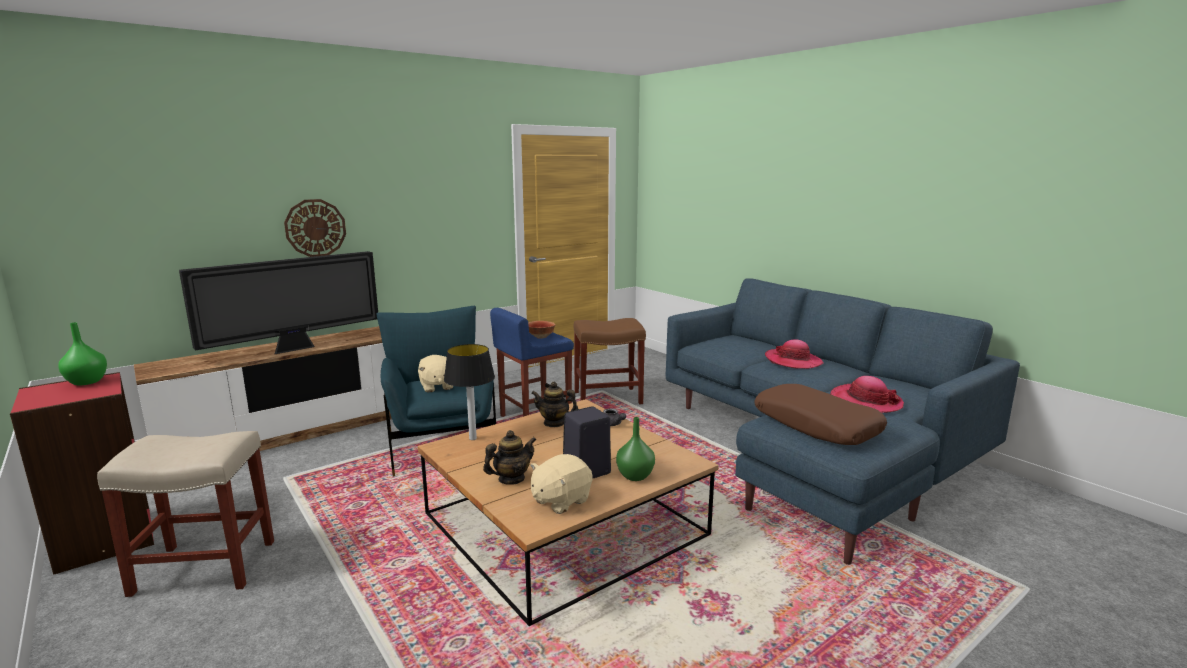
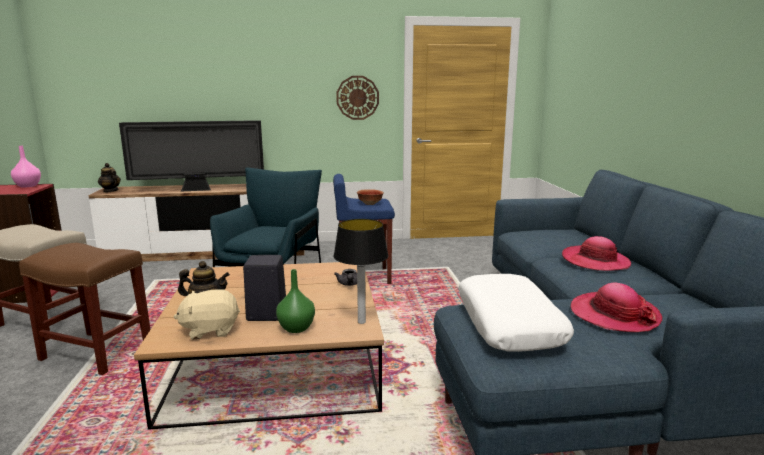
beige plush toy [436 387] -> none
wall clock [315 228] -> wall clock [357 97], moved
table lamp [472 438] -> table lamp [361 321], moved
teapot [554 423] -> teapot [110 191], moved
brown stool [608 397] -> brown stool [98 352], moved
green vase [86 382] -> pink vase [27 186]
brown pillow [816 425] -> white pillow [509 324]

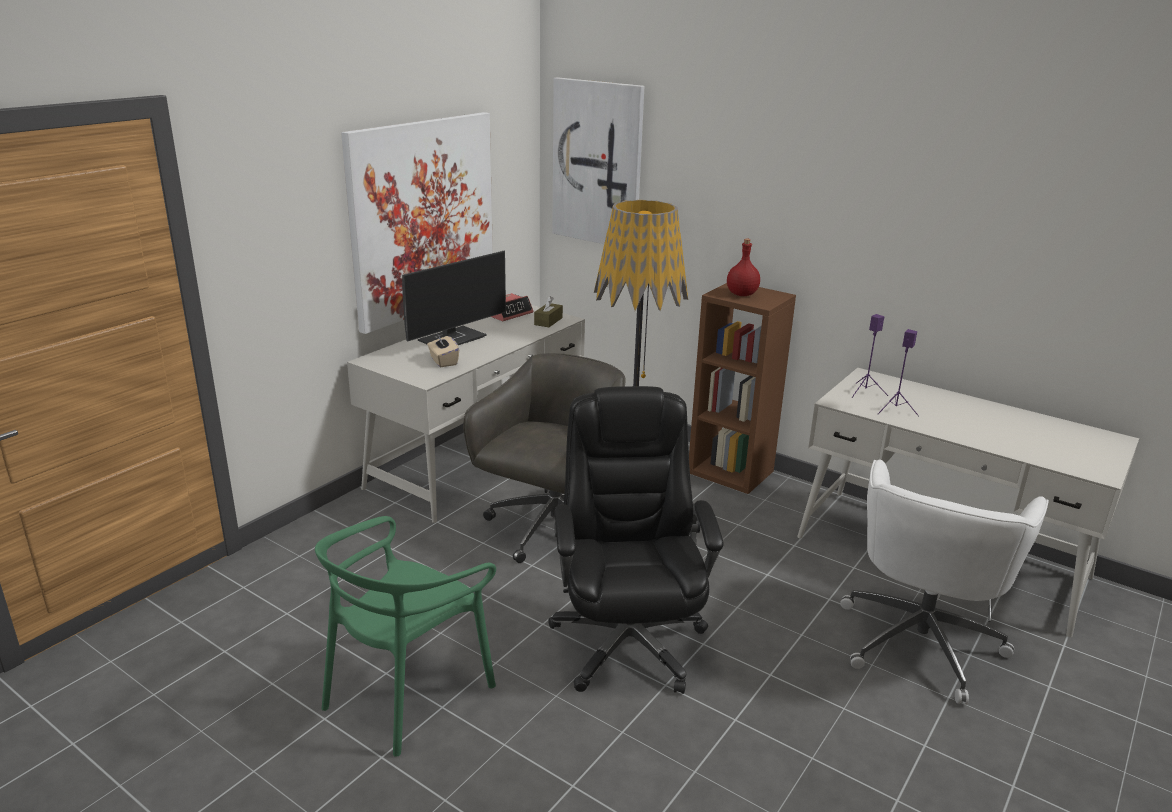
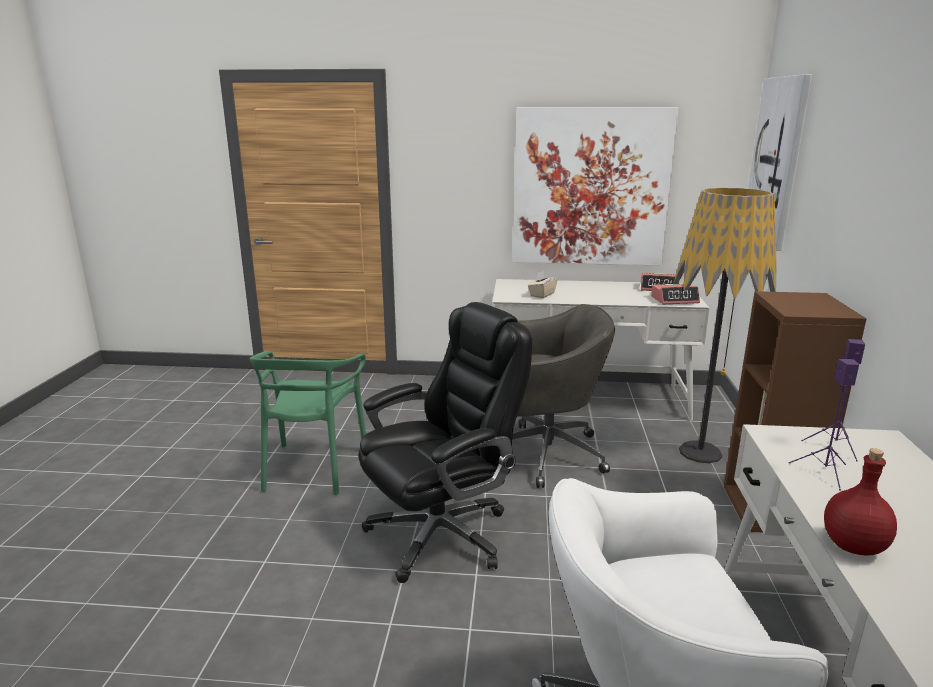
monitor [453 338] -> none
red bottle [741 294] -> red bottle [853 545], moved
brown tissue box [548 321] -> alarm clock [675 300]
green chair [407 692] -> green chair [313 468], 90 degrees counterclockwise

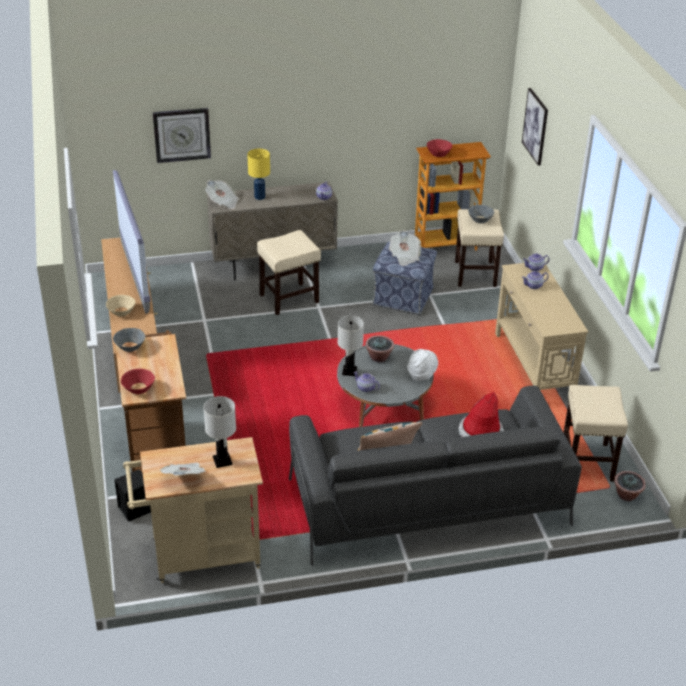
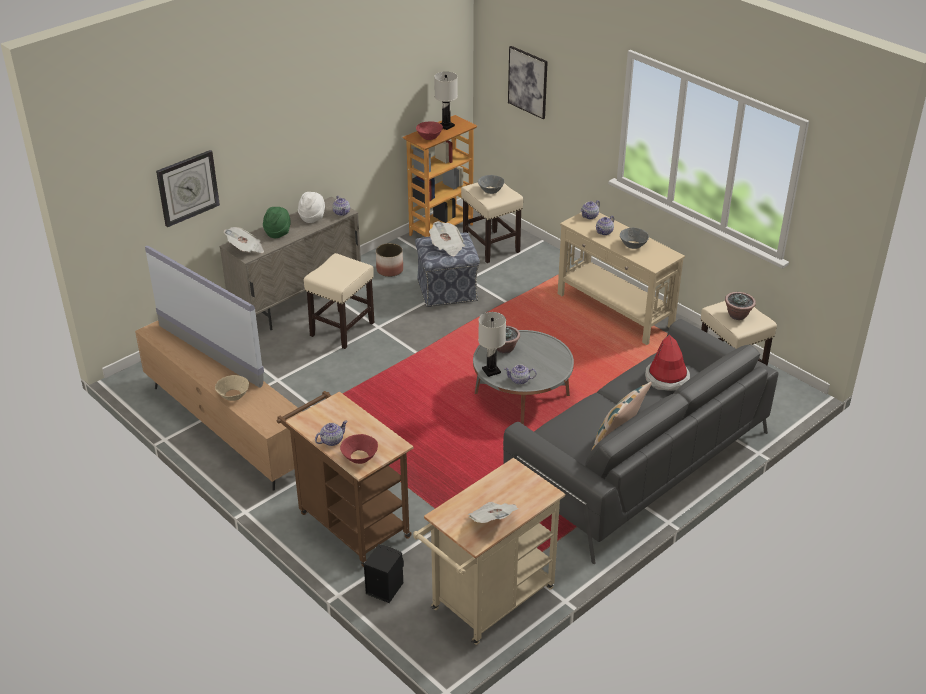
none -> teapot [331 441]
none -> planter [389 270]
grey bowl [130 347] -> grey bowl [633 245], moved
white table lamp [222 461] -> white table lamp [446 126], moved
white hat [422 374] -> white hat [312 217], moved
potted plant [627 495] -> potted plant [737 315], moved
yellow table lamp [259 197] -> green hat [277 232]

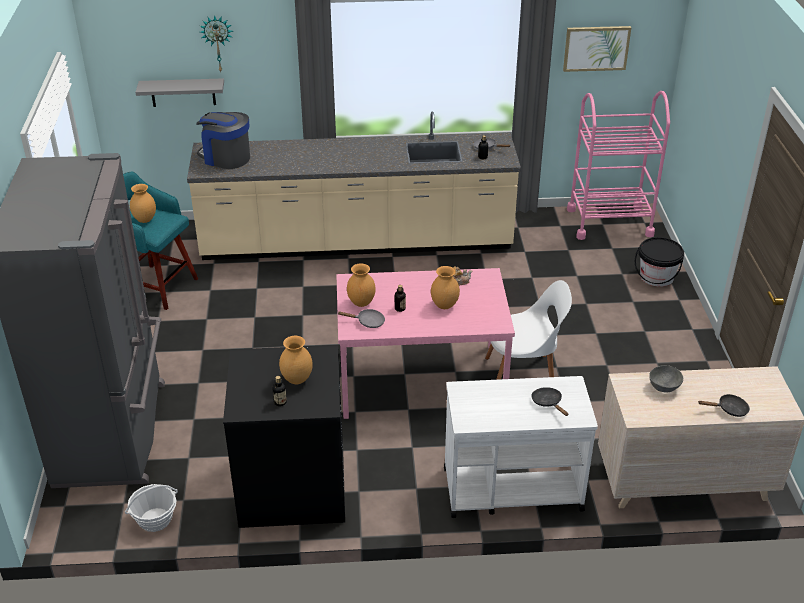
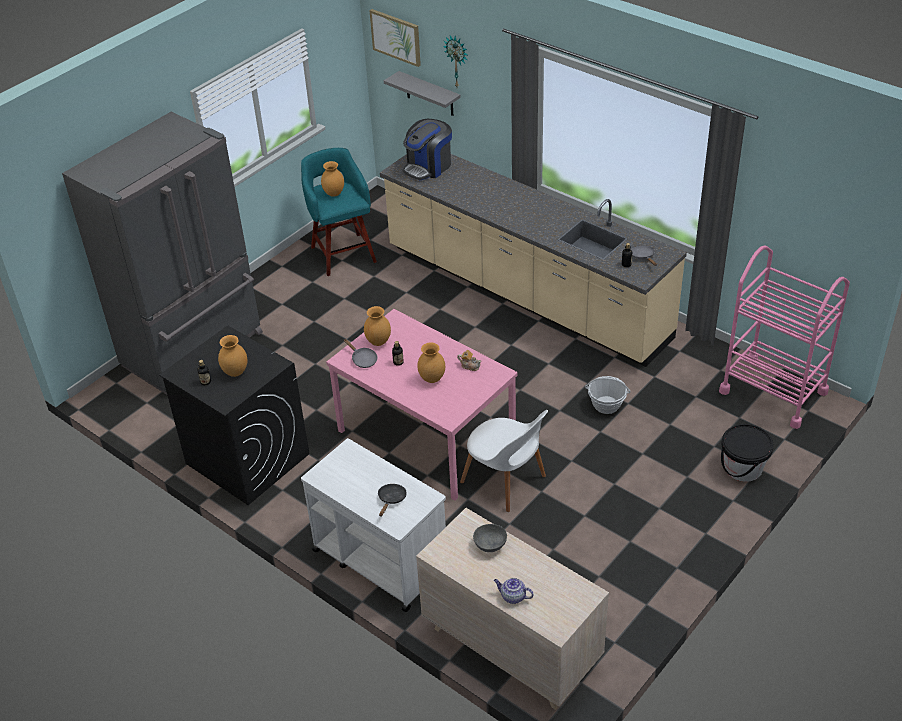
basket [155 520] -> basket [606 405], moved
picture [596 48] -> picture [396 37], moved
black frying pan [729 409] -> teapot [512 597]
coffee machine [225 157] -> coffee machine [428 167], 120 degrees counterclockwise

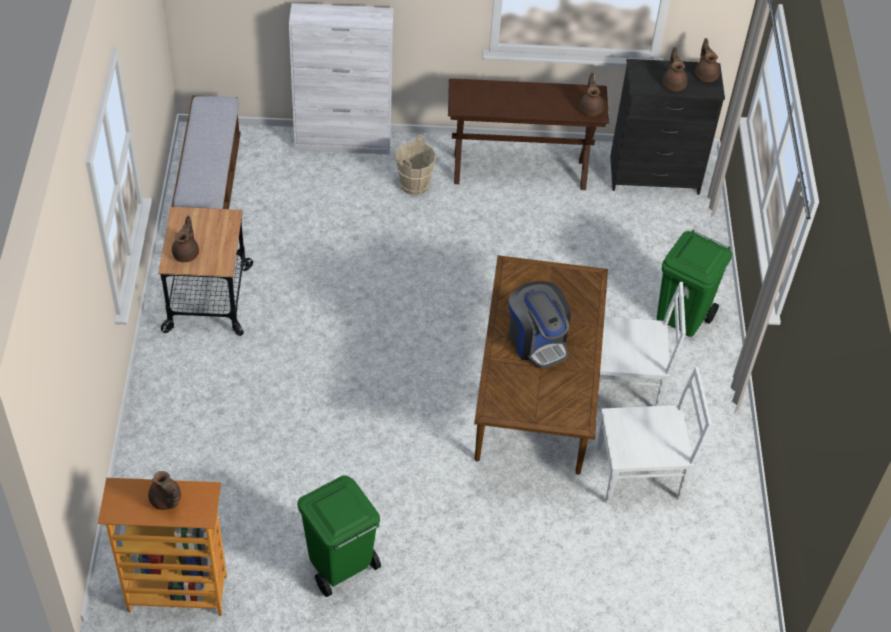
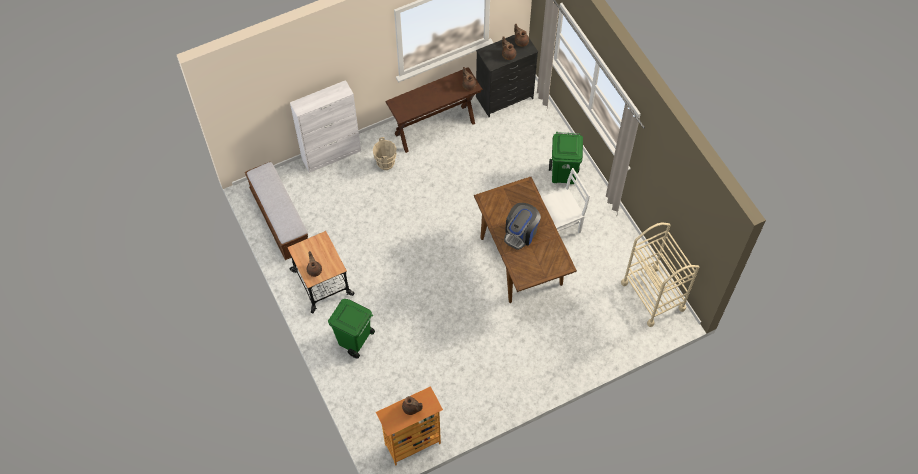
white chair [641 473] -> none
none -> beige cart [653 296]
green trash can [339 566] -> green trash can [355 341], moved
coffee machine [537 341] -> coffee machine [521 233], 90 degrees clockwise

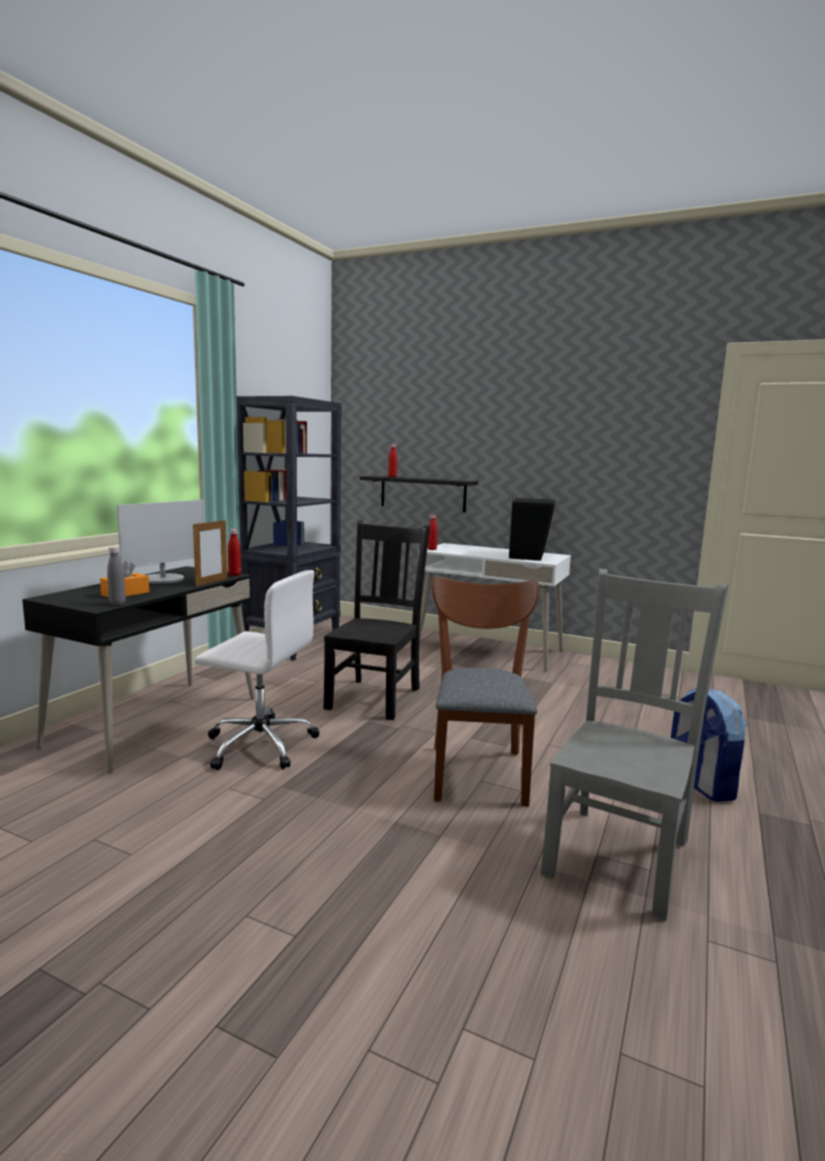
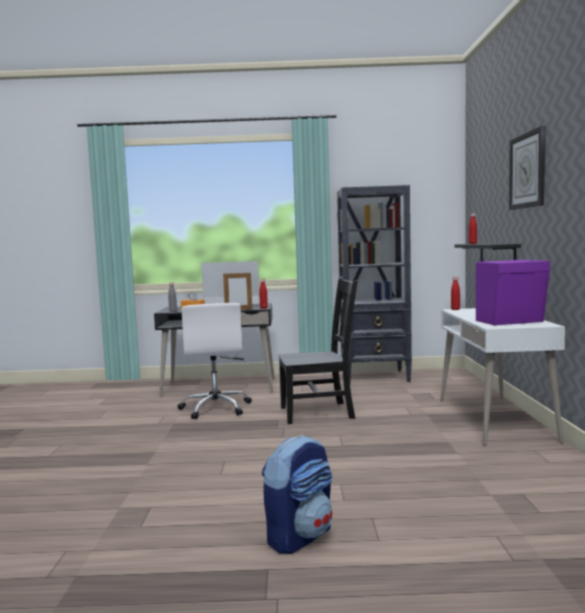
brown chair [478 769] -> none
grey chair [619 854] -> none
none -> wall clock [528 170]
black speaker [529 555] -> purple speaker [511 321]

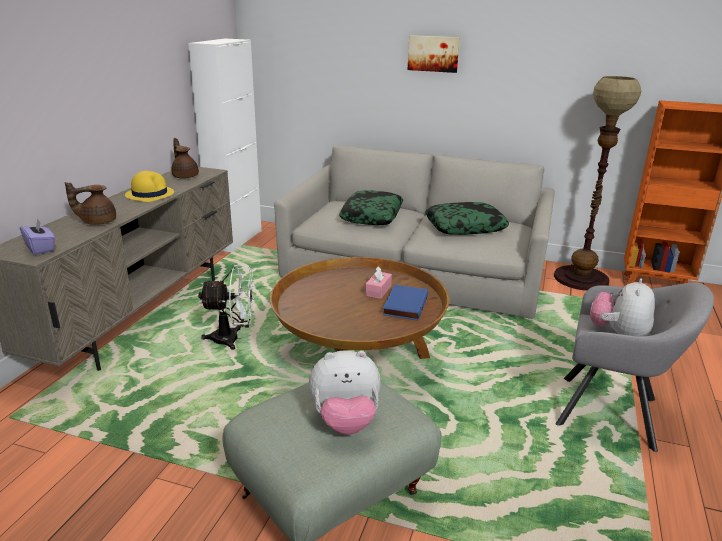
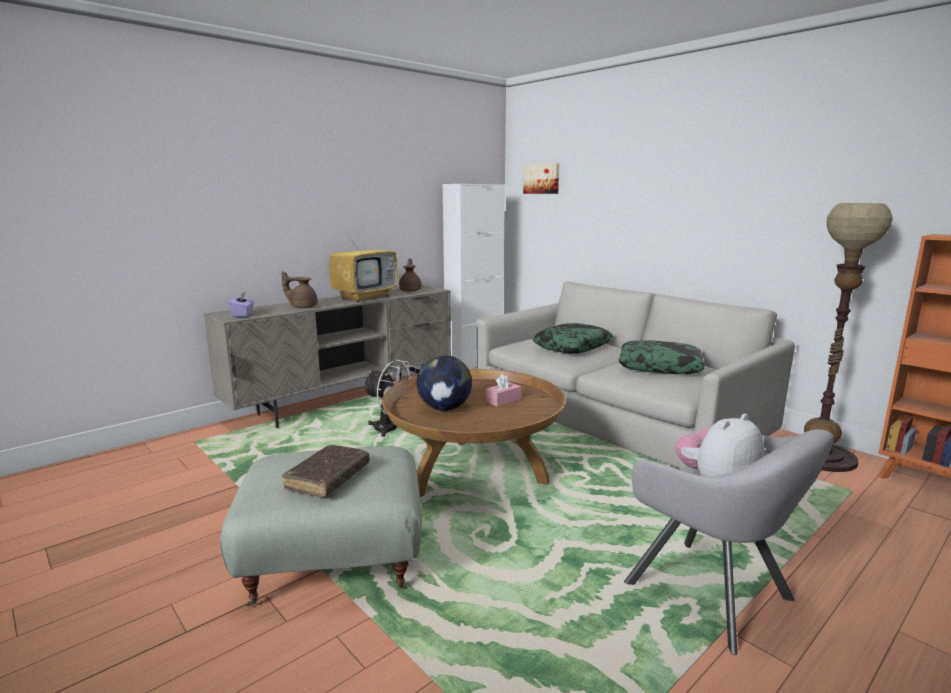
blue book [404 305] -> none
none -> globe [444 408]
picture [433 53] -> picture [542 179], moved
yellow hat [150 194] -> television [365 297]
plush toy [345 422] -> brown book [328 478]

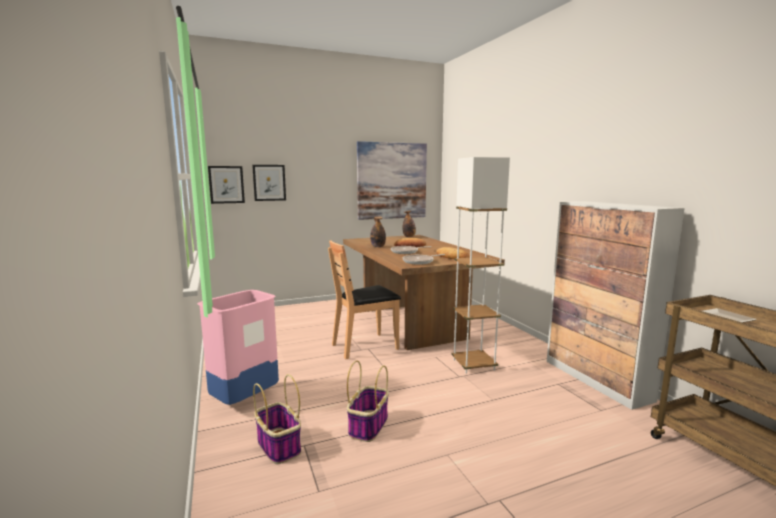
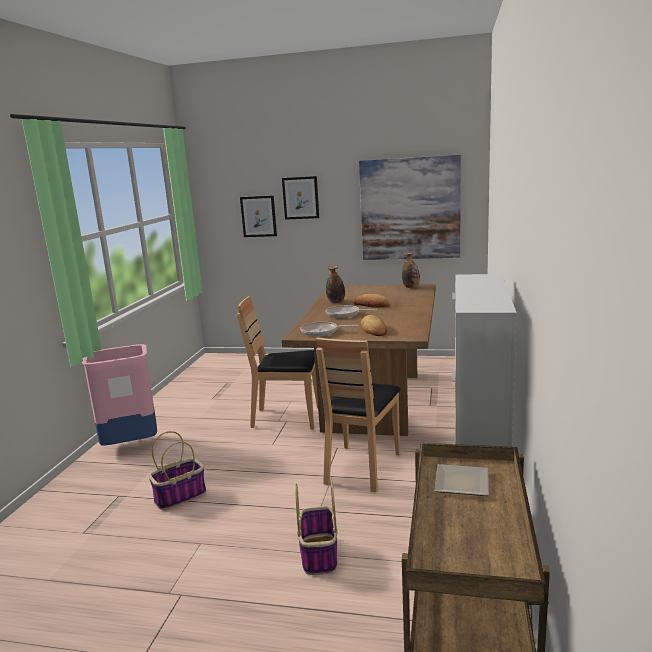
picture [226 184] -> picture [300 198], moved
basket [278 446] -> basket [319 554], moved
white floor lamp [473 365] -> brown chair [362 467]

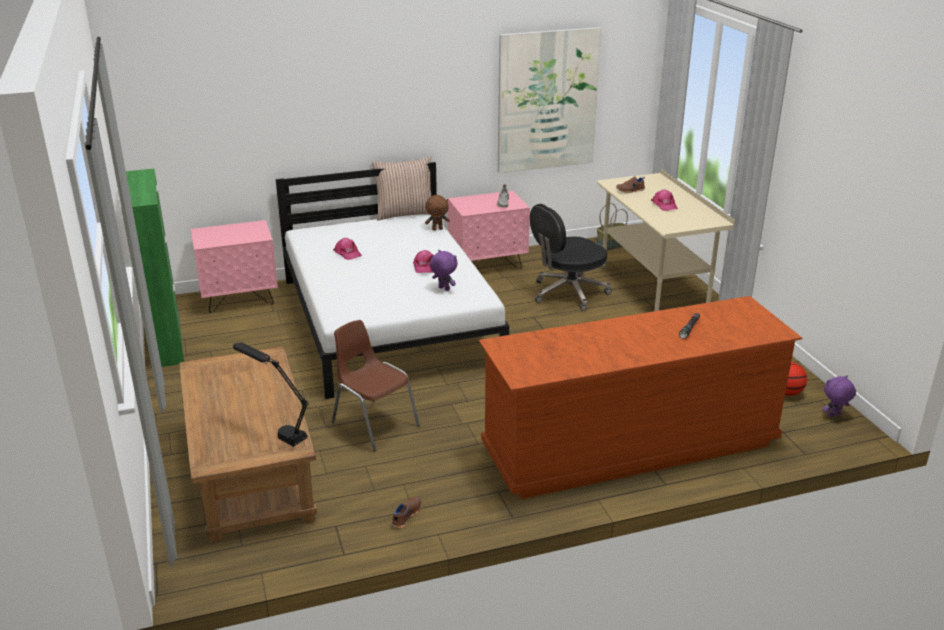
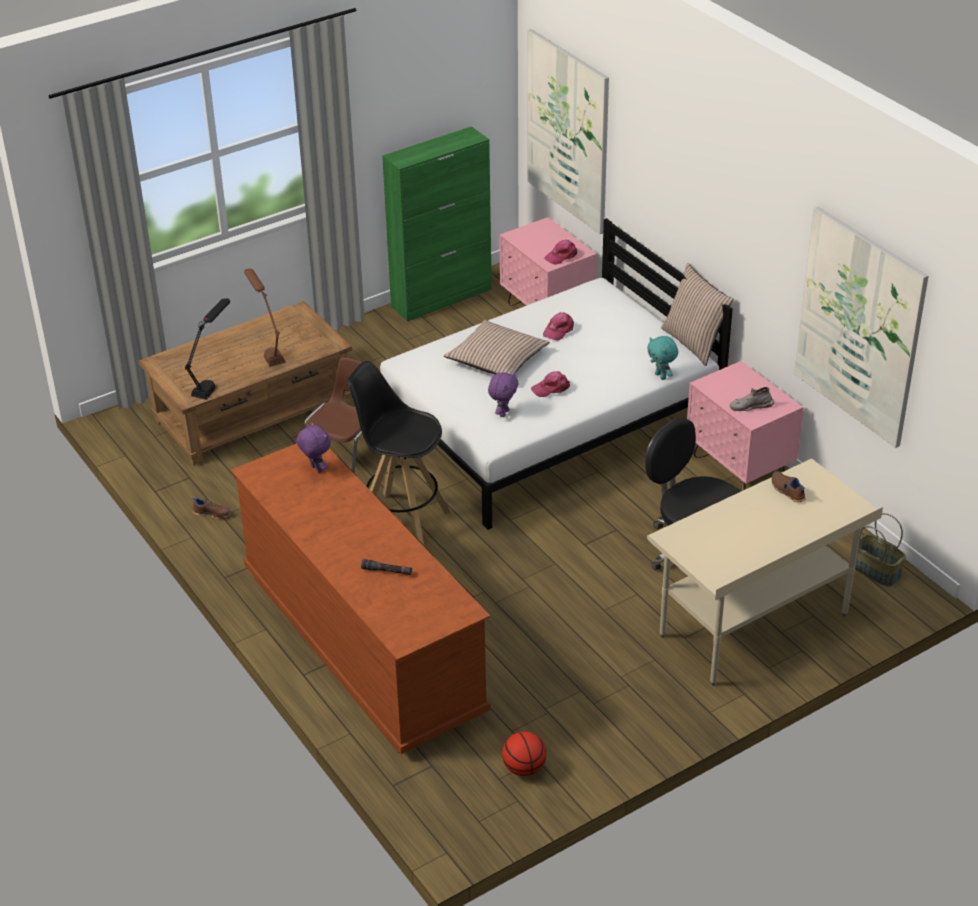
none -> brown table lamp [268 349]
none -> black stool [402 520]
none -> pillow [497 359]
none -> picture [568 131]
pink cap [664 205] -> pink cap [561 256], moved
purple plush toy [834 416] -> purple plush toy [315 469], moved
brown plush toy [437 229] -> turquoise plush toy [661 376]

